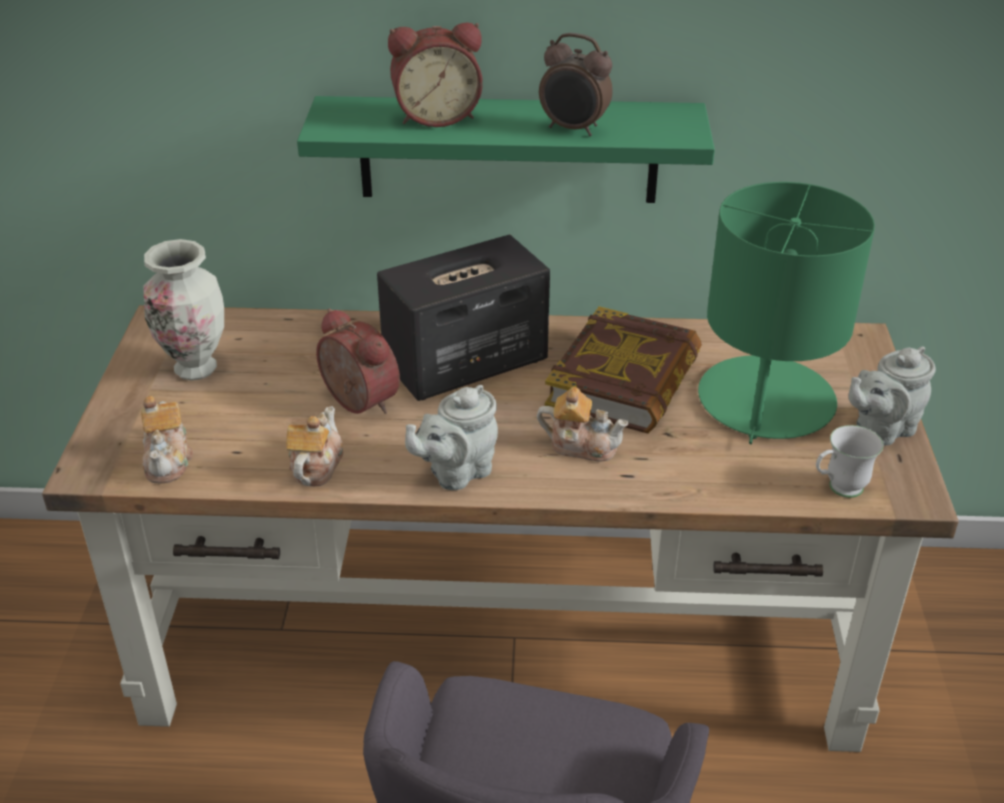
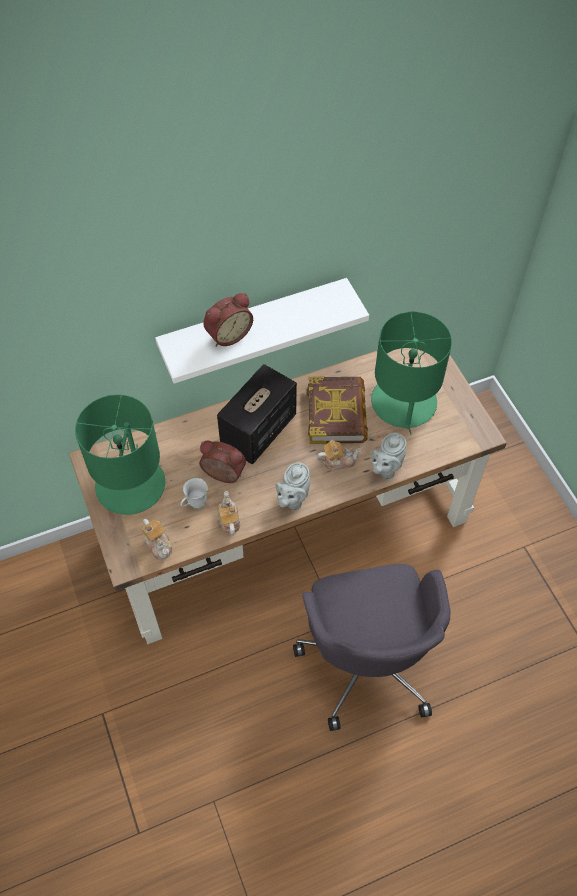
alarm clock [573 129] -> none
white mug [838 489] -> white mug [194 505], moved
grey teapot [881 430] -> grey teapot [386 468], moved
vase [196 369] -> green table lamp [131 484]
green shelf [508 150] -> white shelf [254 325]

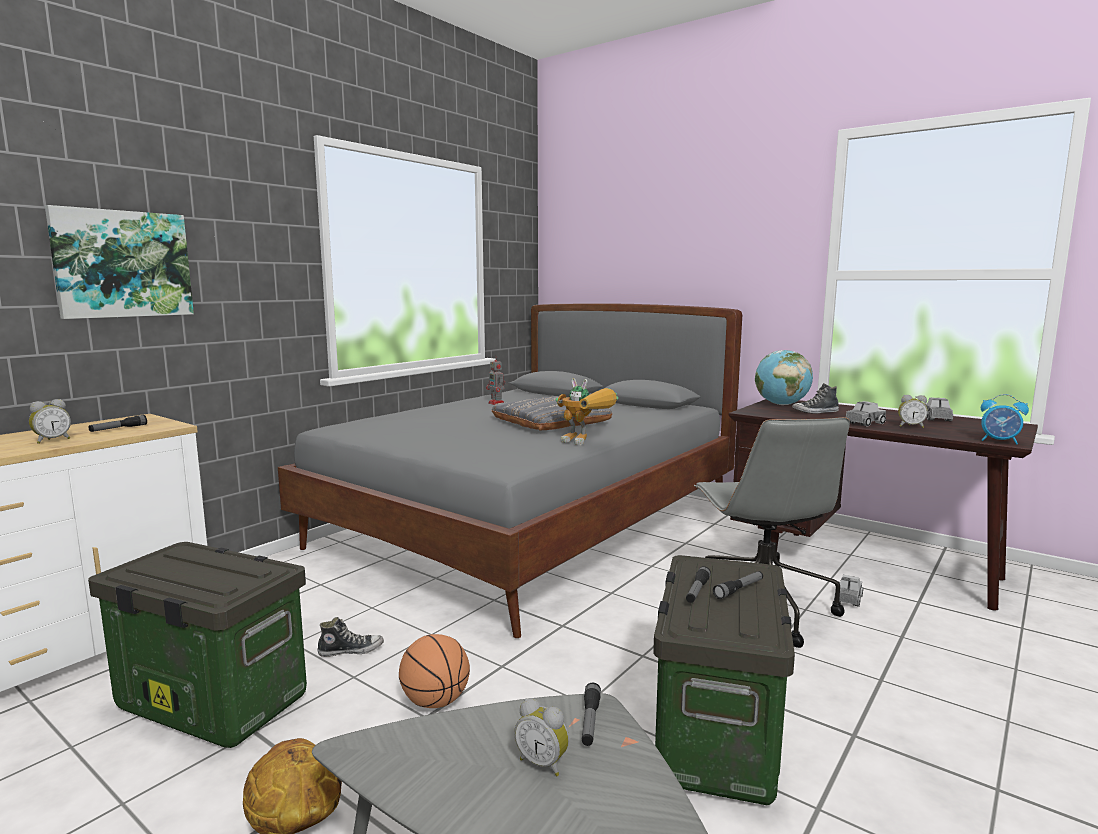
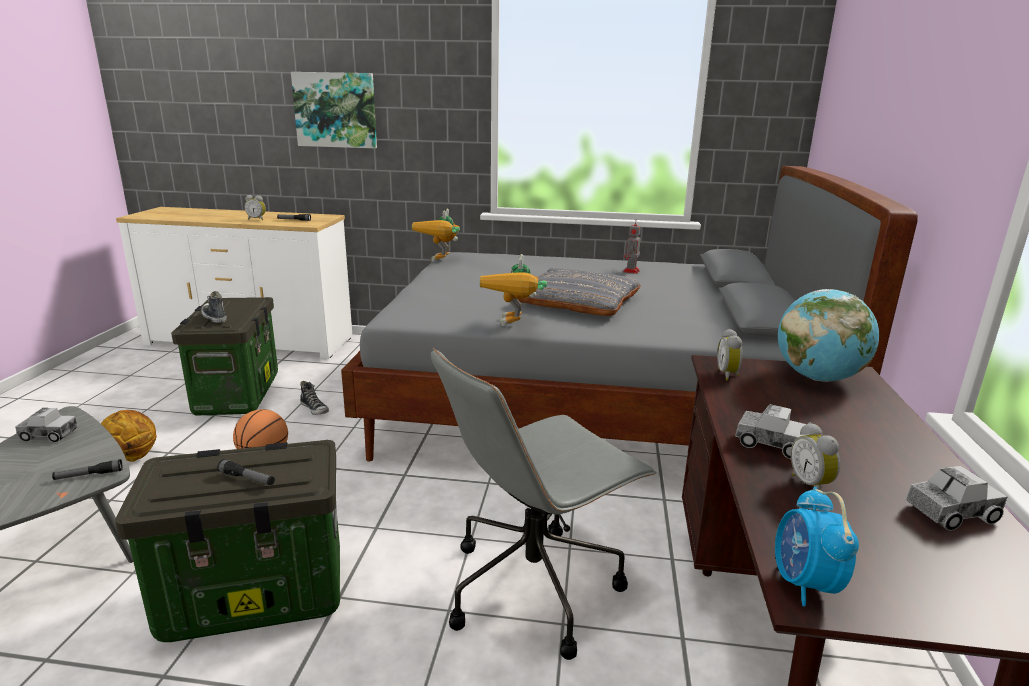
flashlight [697 591] -> none
none -> toy robot [441 262]
alarm clock [543 763] -> alarm clock [728 375], moved
shoe [815 412] -> shoe [214 317], moved
toy truck [848 599] -> toy truck [49 435], moved

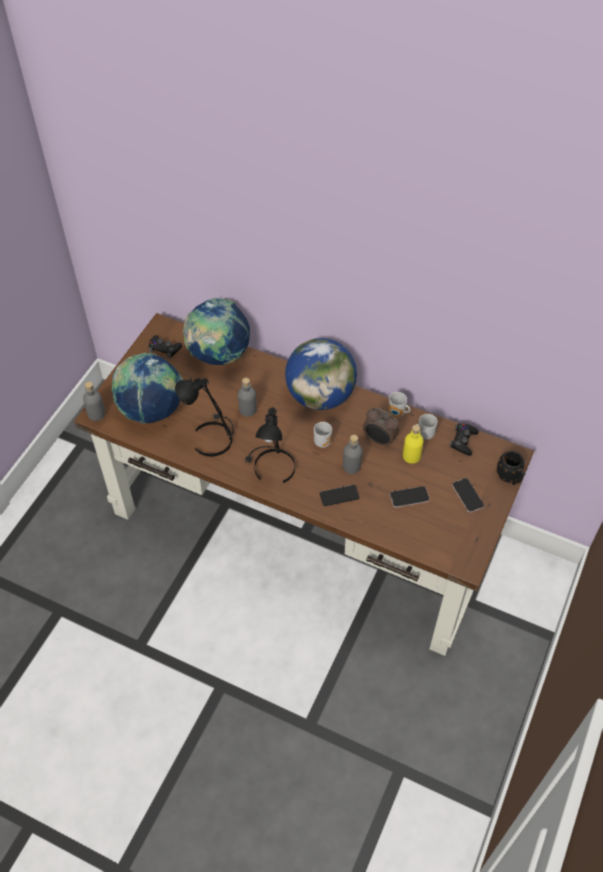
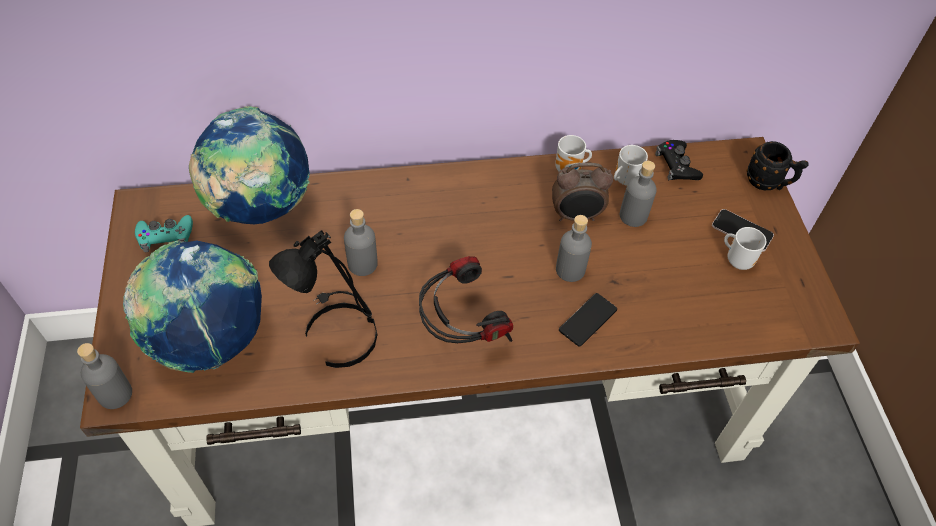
globe [320 396] -> none
phone [409 497] -> none
mug [322 441] -> mug [738 260], moved
black table lamp [271 467] -> headphones [462 330]
black game controller [164 349] -> turquoise game controller [166 236]
yellow bottle [411 456] -> grey bottle [633 216]

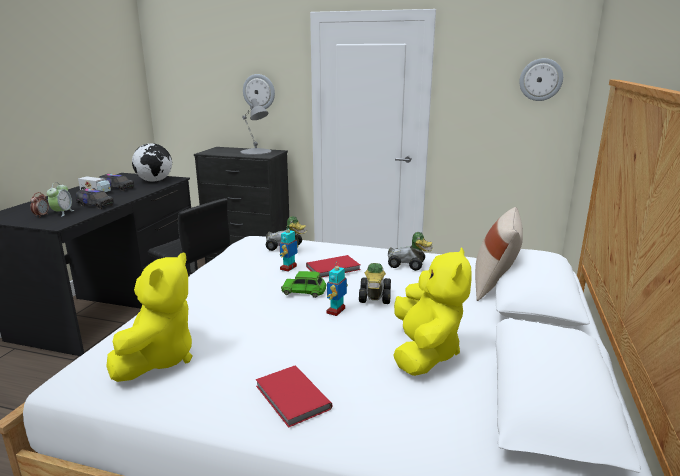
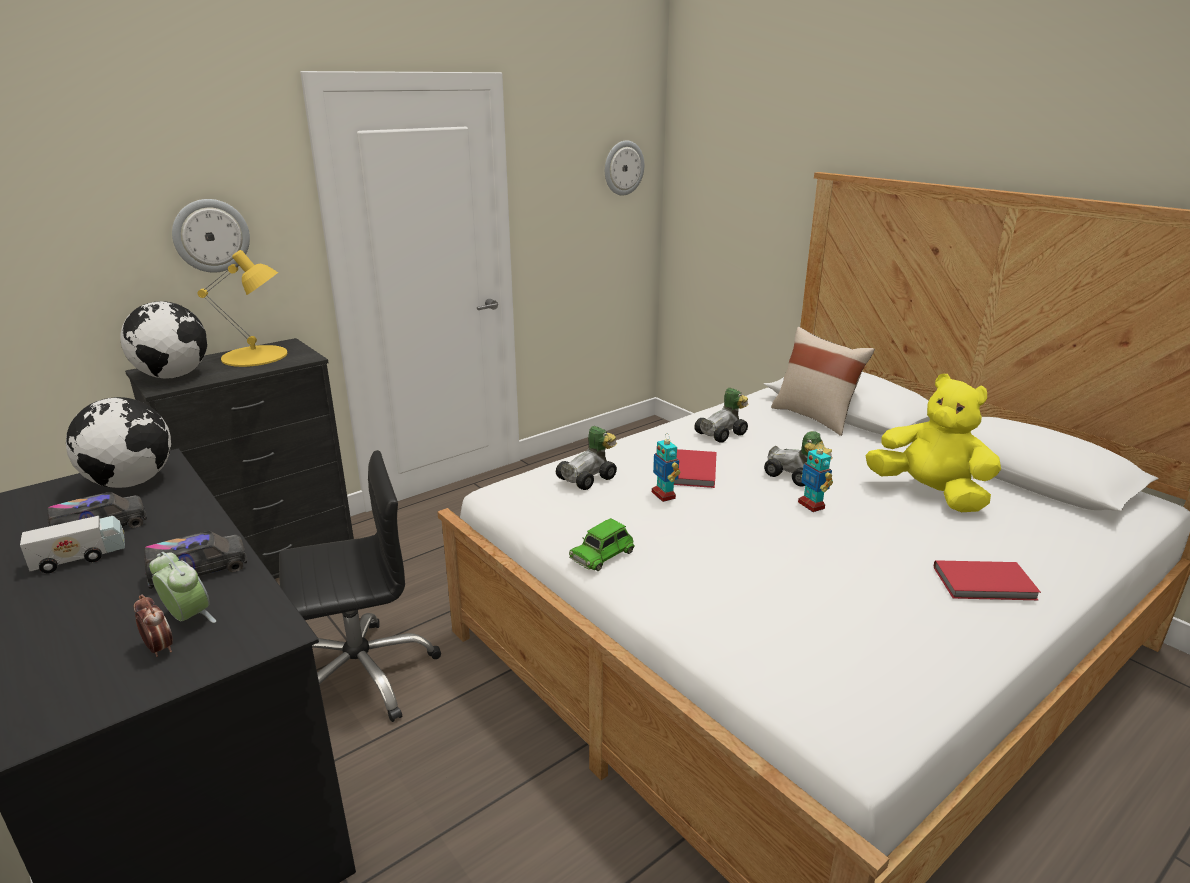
yellow plush toy [158 358] -> none
none -> globe [174 376]
green toy car [304 291] -> green toy car [602 554], moved
grey table lamp [256 152] -> yellow table lamp [255 356]

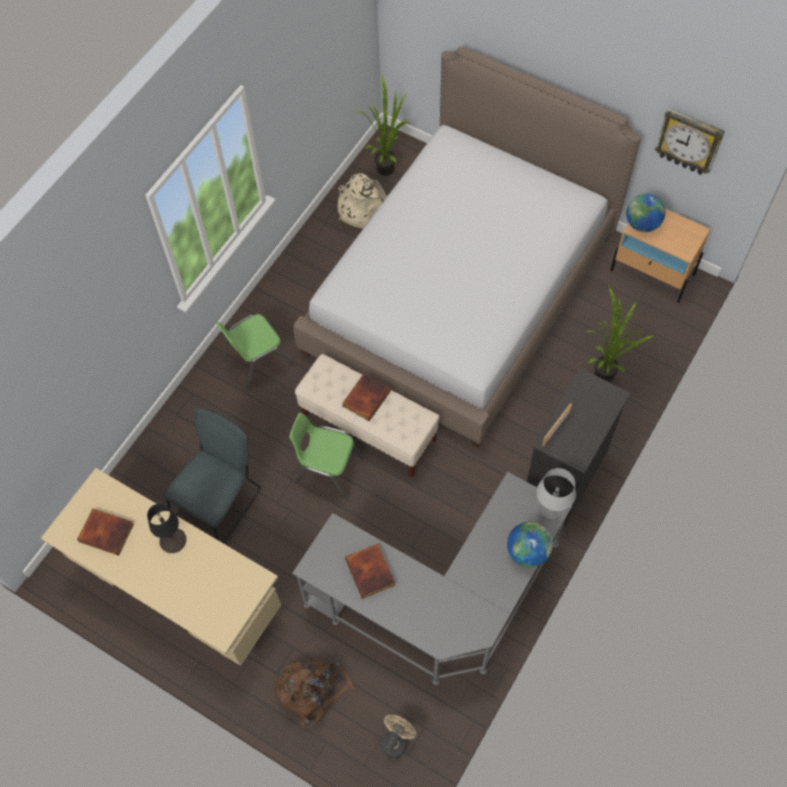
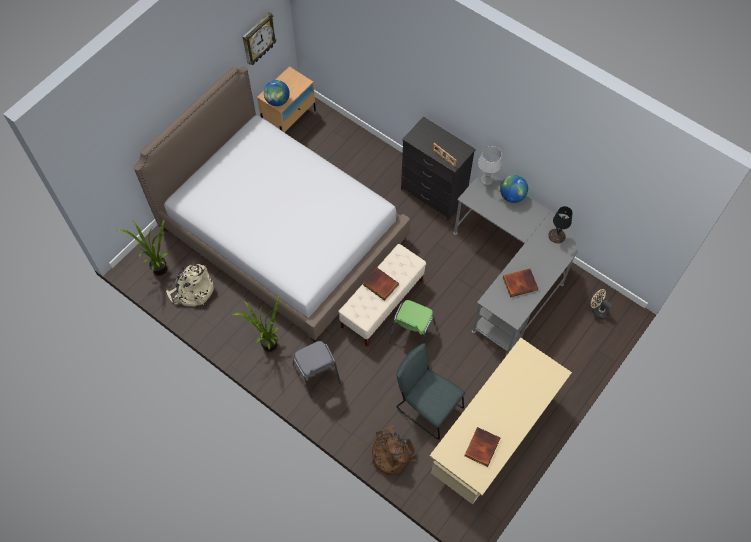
black table lamp [173 539] -> black table lamp [556 235], moved
brown backpack [312 690] -> brown backpack [391 453], moved
potted plant [604 371] -> potted plant [266 344], moved
green chair [257 362] -> grey chair [317 374]

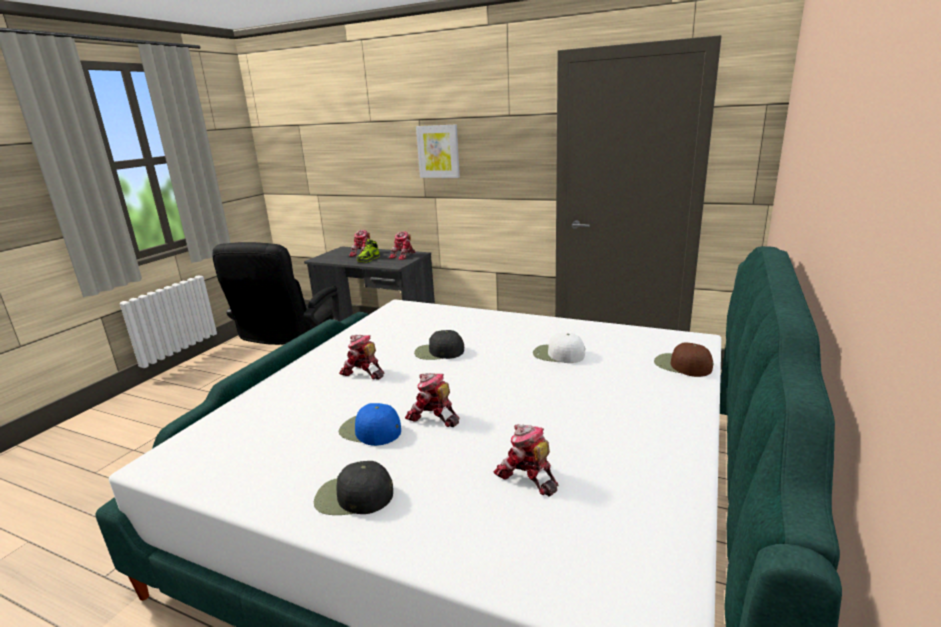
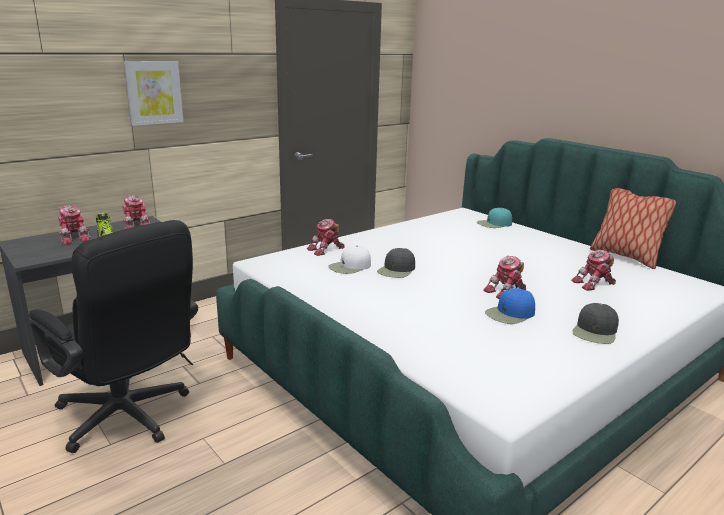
none -> pillow [625 257]
toy robot [363 373] -> toy robot [326 250], moved
white cap [558 354] -> white cap [350 267], moved
brown cap [681 365] -> turquoise cap [494 224]

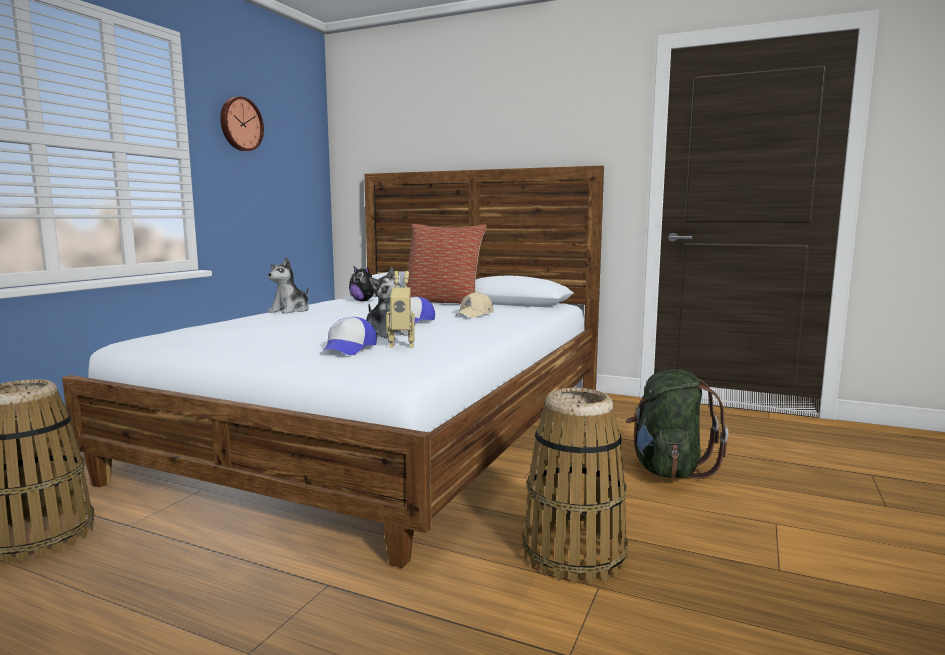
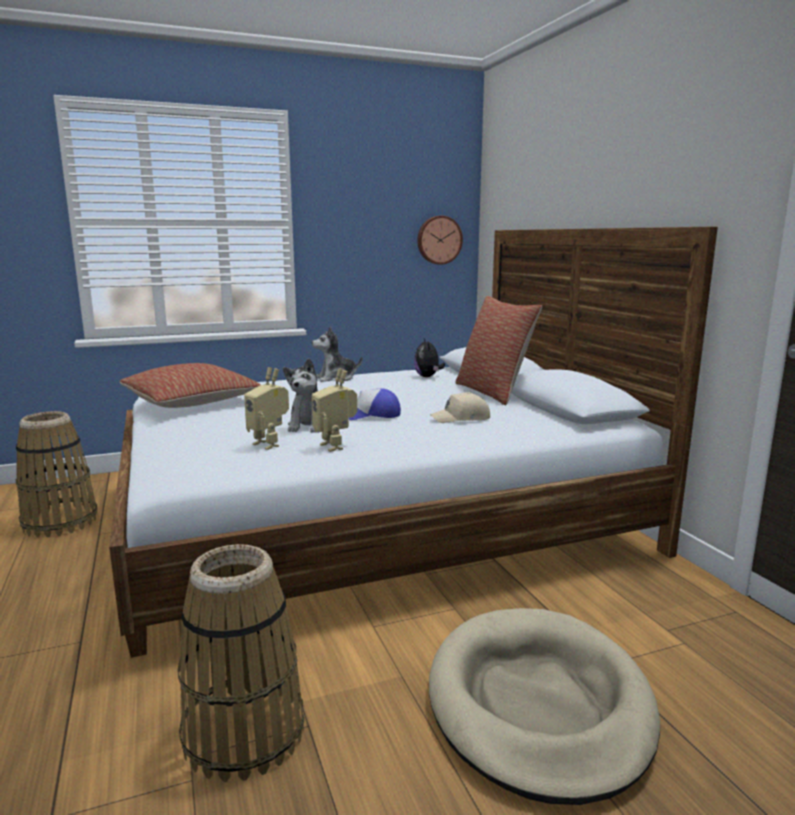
cap [349 349] -> none
none -> pillow [191 402]
none -> toy robot [336 446]
wall clock [240 124] -> wall clock [439 240], moved
green backpack [668 470] -> beige dog bed [538 704]

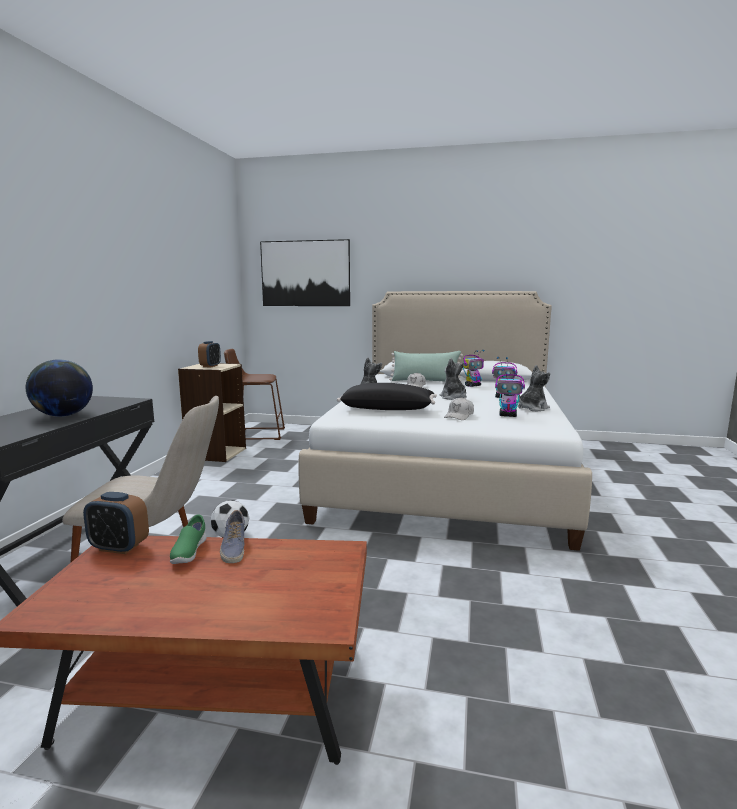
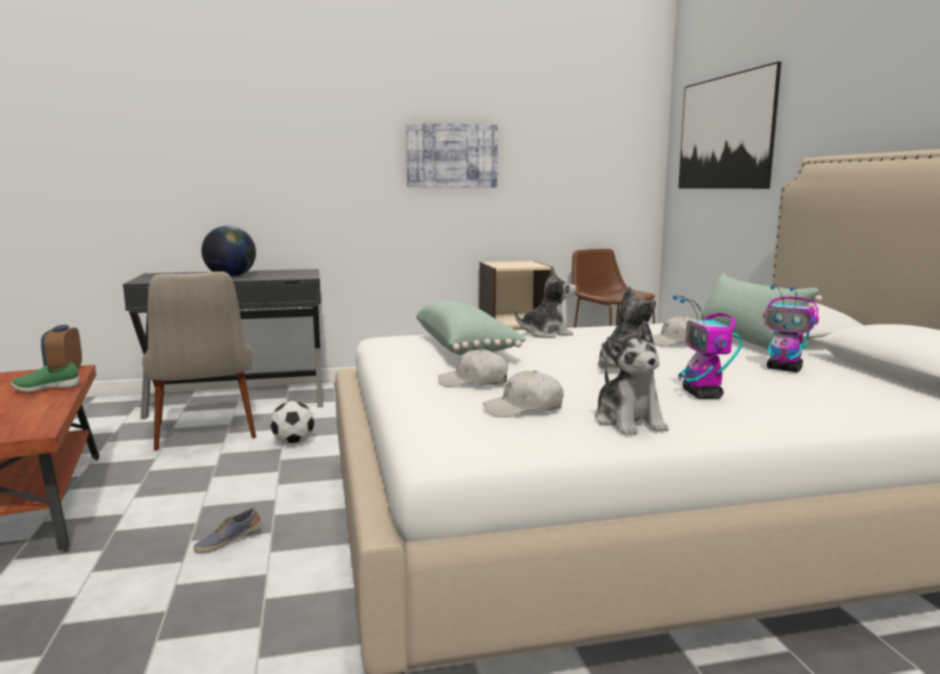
alarm clock [210 366] -> none
none -> picture [452 156]
shoe [233 548] -> shoe [228 541], moved
toy robot [508 415] -> white cap [523 409]
black pillow [387 409] -> green pillow [466 348]
plush toy [532 408] -> plush toy [629 422], 45 degrees clockwise

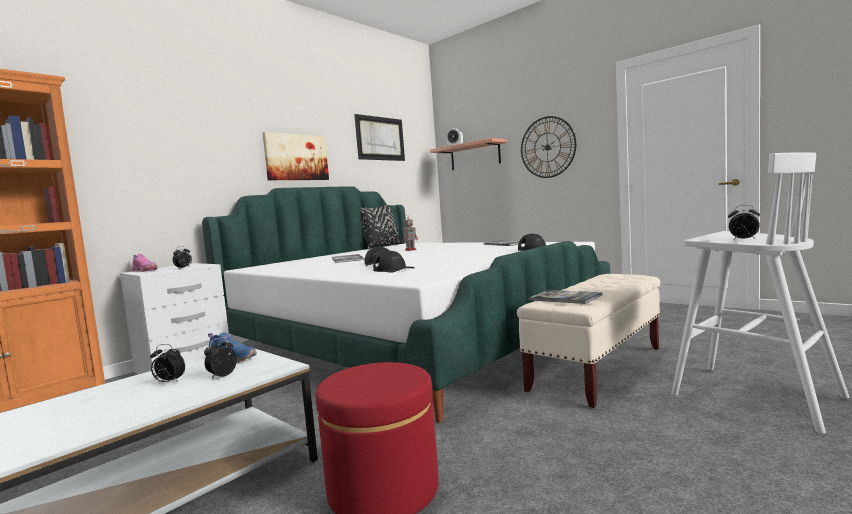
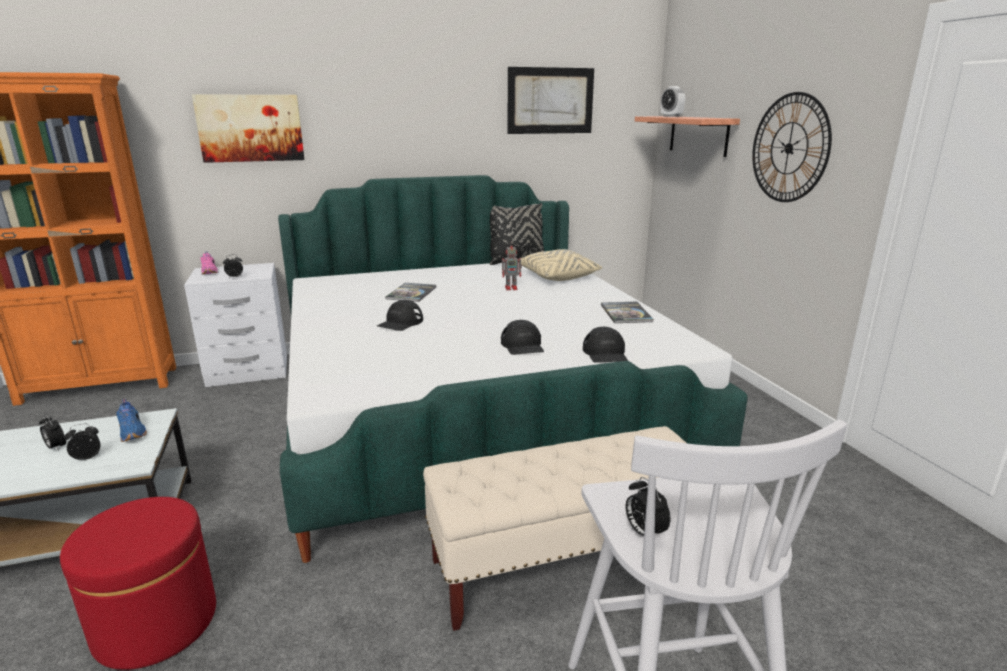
book [565 298] -> none
none -> beige pillow [556 276]
picture [296 157] -> picture [250 128], moved
black cap [393 269] -> black cap [522 345], moved

